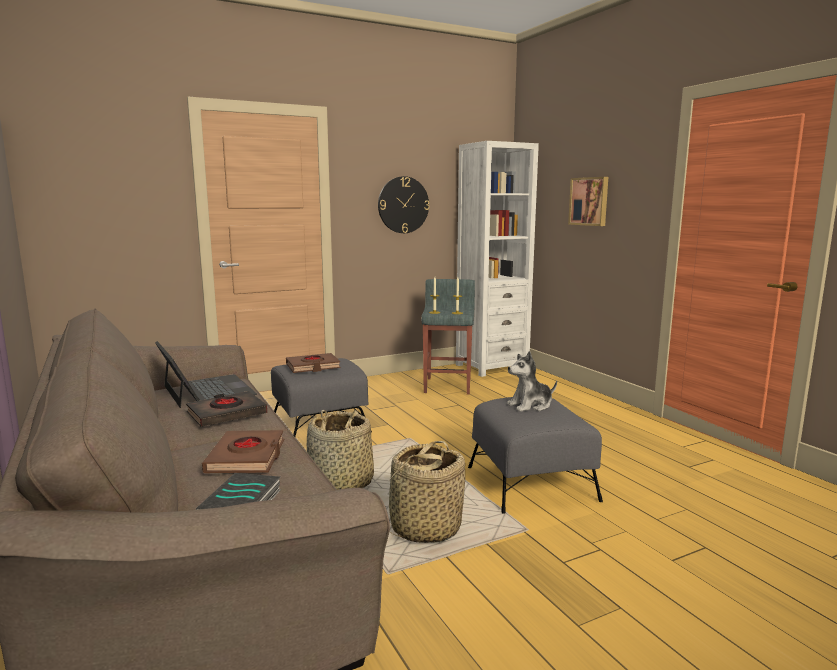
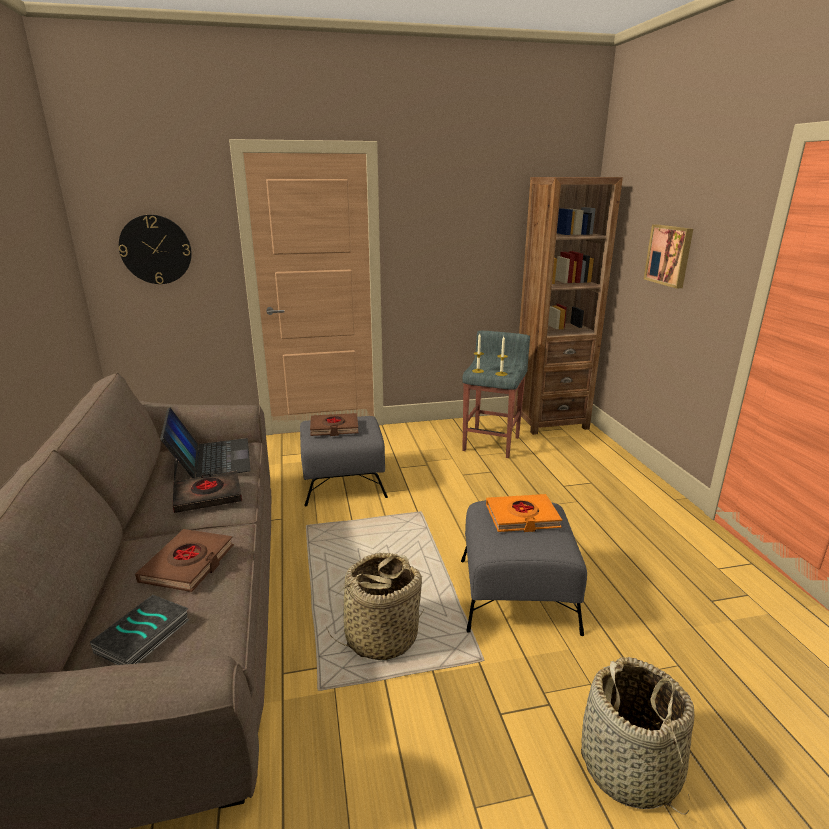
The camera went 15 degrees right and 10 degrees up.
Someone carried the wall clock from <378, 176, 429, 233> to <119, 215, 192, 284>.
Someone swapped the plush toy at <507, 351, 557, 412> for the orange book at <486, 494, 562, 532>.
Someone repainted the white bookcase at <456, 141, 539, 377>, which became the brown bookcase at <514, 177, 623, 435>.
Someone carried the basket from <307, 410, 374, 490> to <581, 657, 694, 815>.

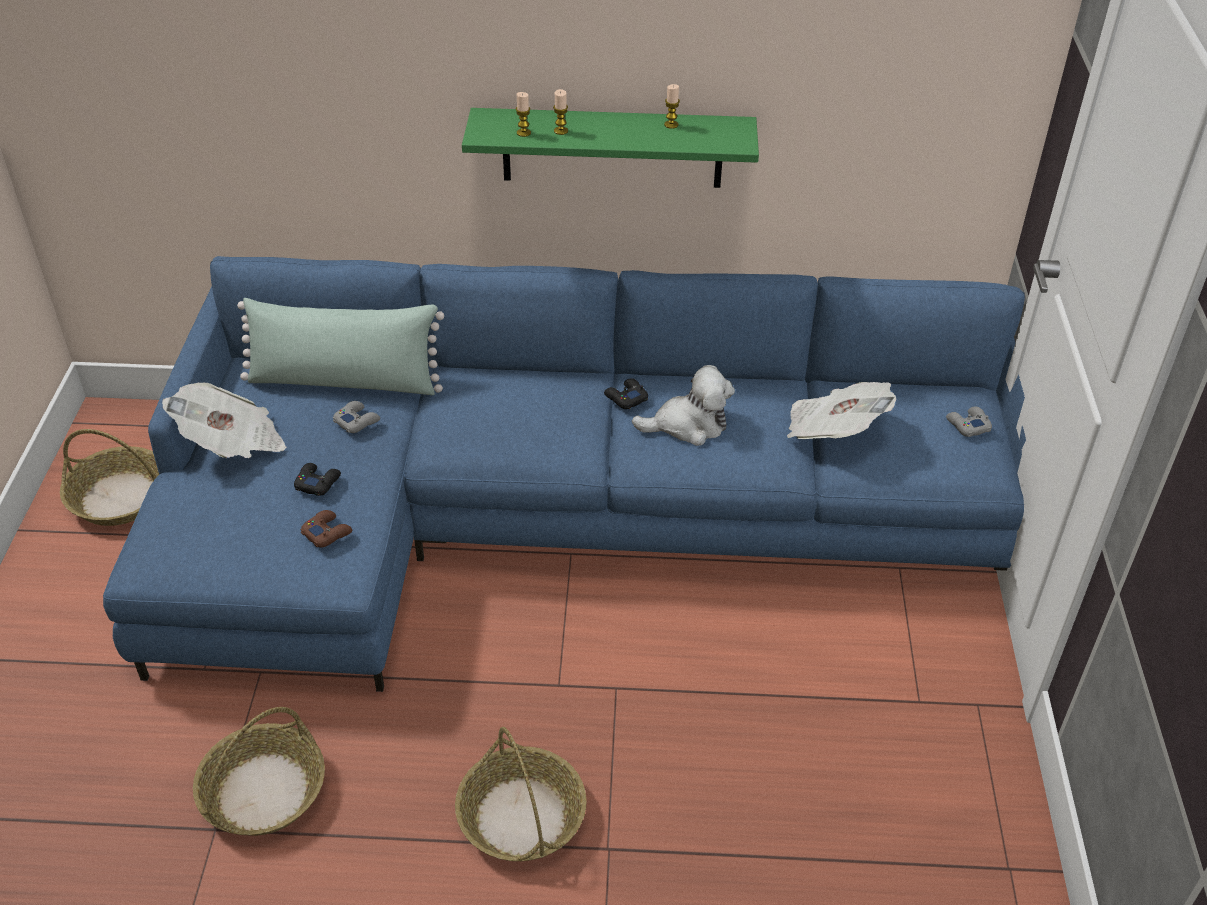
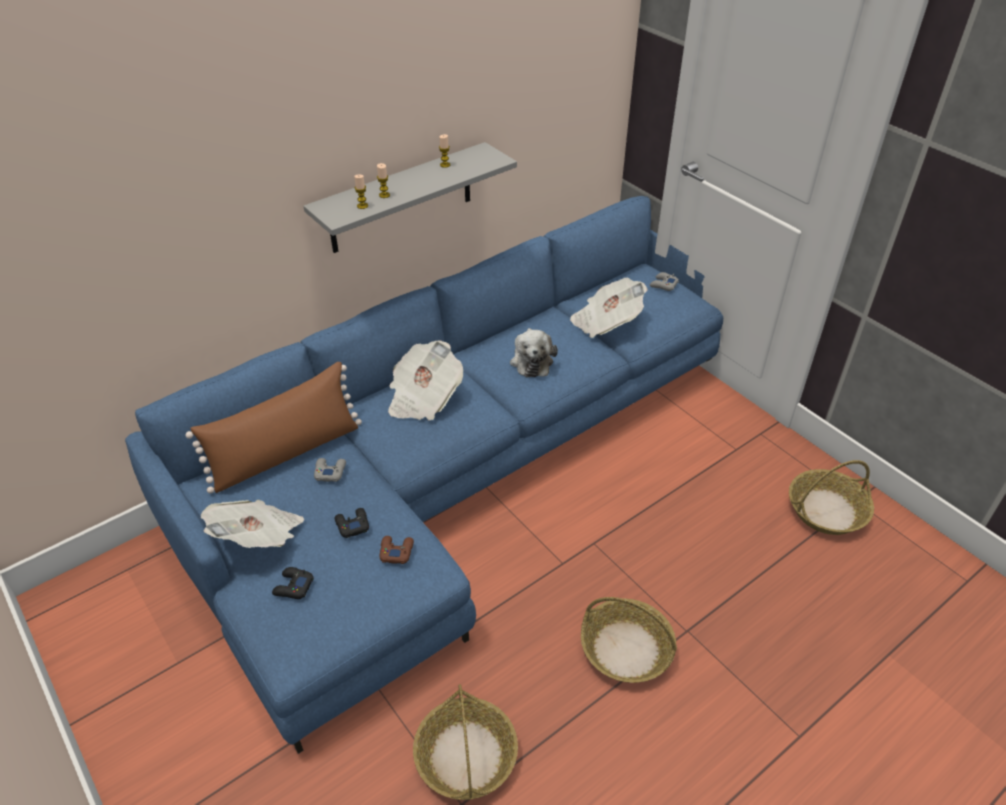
The camera went 40 degrees left and 0 degrees up.
Someone repainted the green pillow at <237, 298, 444, 395>, which became the brown pillow at <186, 362, 362, 494>.
Someone carried the black game controller from <604, 378, 648, 409> to <272, 567, 314, 599>.
Someone repainted the green shelf at <462, 108, 759, 188>, which became the grey shelf at <303, 142, 517, 253>.
Someone put down the newspaper at <388, 340, 463, 420>.
Someone rotated the plush toy at <632, 365, 735, 446> by 135 degrees clockwise.
Someone carried the basket from <60, 429, 159, 526> to <789, 460, 874, 535>.

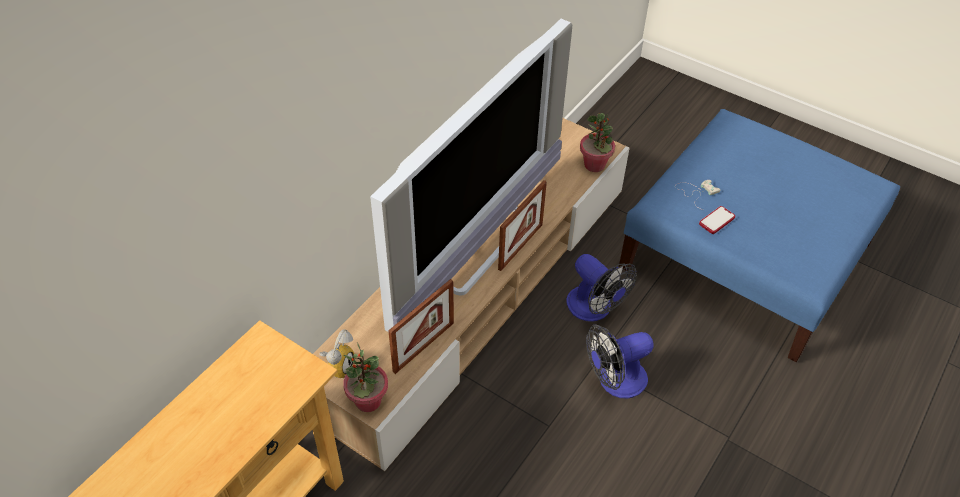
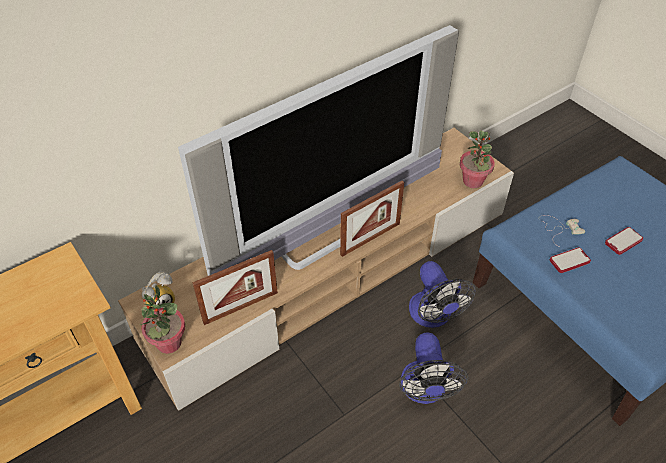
The camera went 20 degrees right and 0 degrees up.
Someone rotated the fan at <586, 324, 654, 399> by 90 degrees counterclockwise.
Someone put down the phone at <605, 227, 643, 255>.

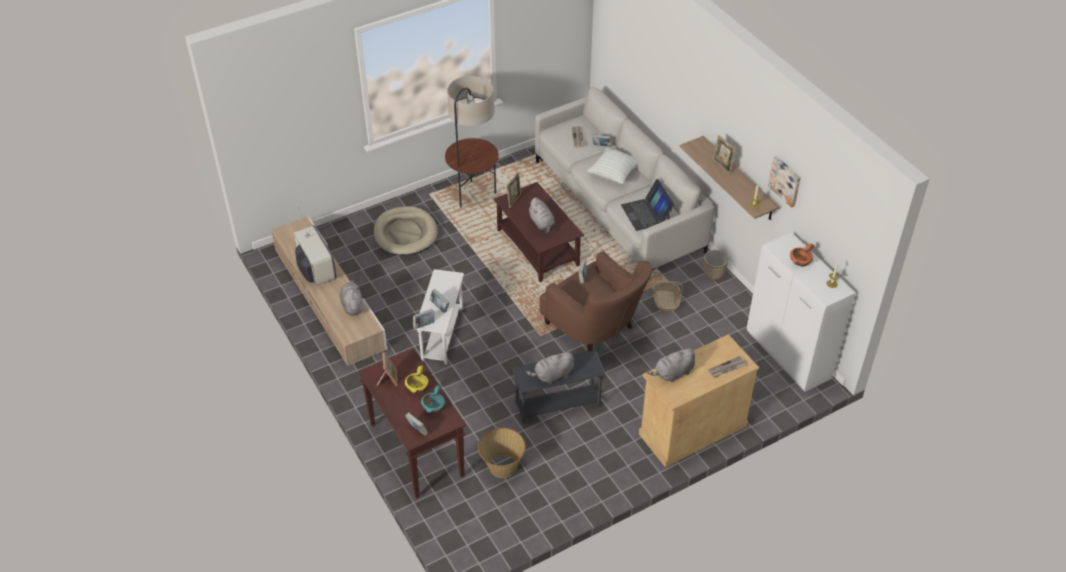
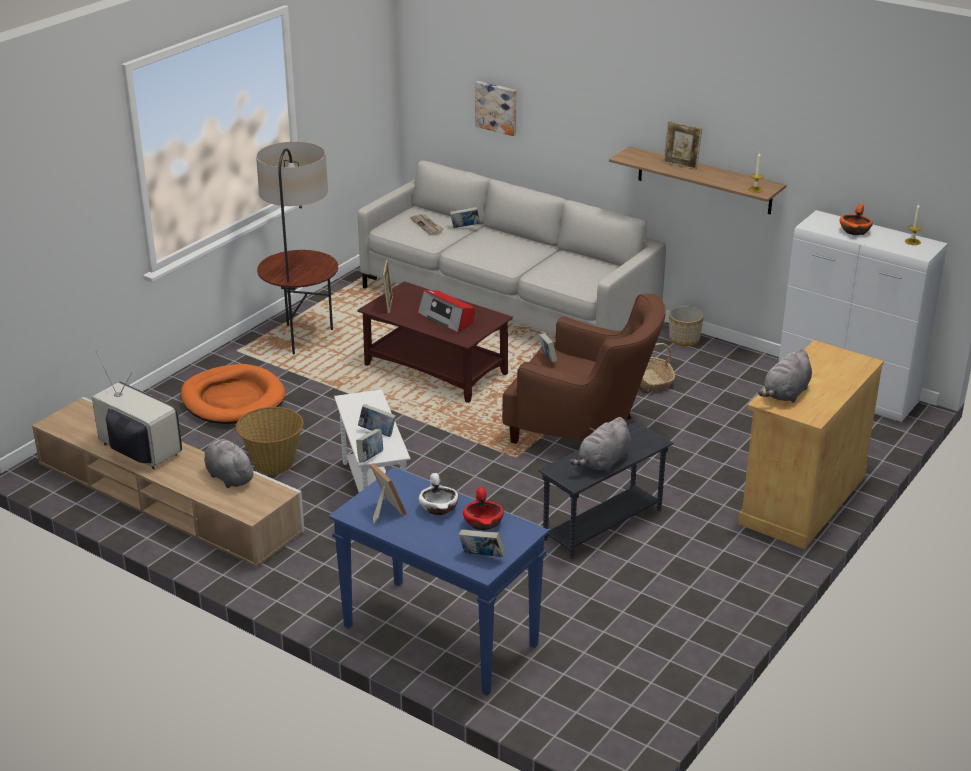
The camera went 25 degrees left and 15 degrees down.
Someone repainted the beige dog bed at <374, 206, 438, 255>, which became the orange dog bed at <181, 364, 286, 424>.
Someone carried the basket from <478, 428, 526, 478> to <236, 407, 303, 475>.
Someone repainted the brown console table at <357, 348, 466, 499>, which became the blue console table at <329, 467, 549, 696>.
Someone swapped the grey plush toy at <529, 197, 555, 234> for the radio at <418, 290, 475, 332>.
Someone repainted the yellow bowl at <405, 365, 429, 393>, which became the white bowl at <419, 473, 459, 515>.
Someone repainted the turquoise bowl at <421, 385, 446, 413>, which became the red bowl at <463, 487, 504, 531>.
Someone carried the picture from <768, 156, 801, 208> to <475, 81, 517, 136>.
Someone took away the pillow at <587, 148, 638, 184>.
Someone took away the laptop at <621, 179, 674, 231>.
Someone took away the newspaper at <708, 356, 747, 378>.

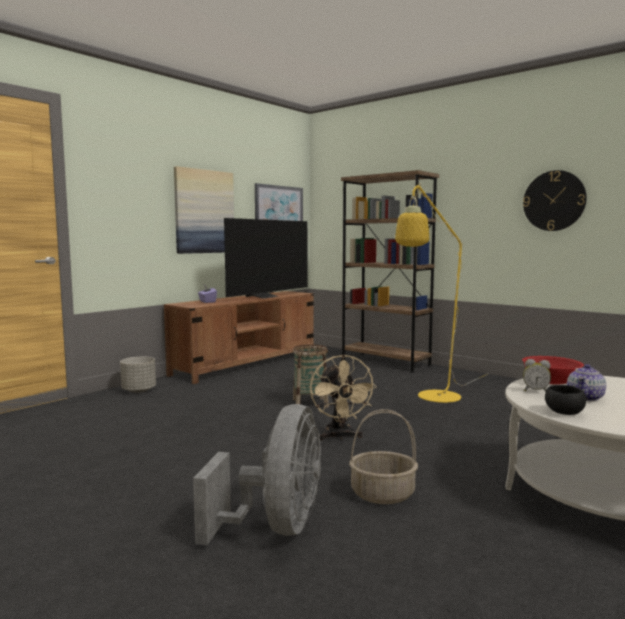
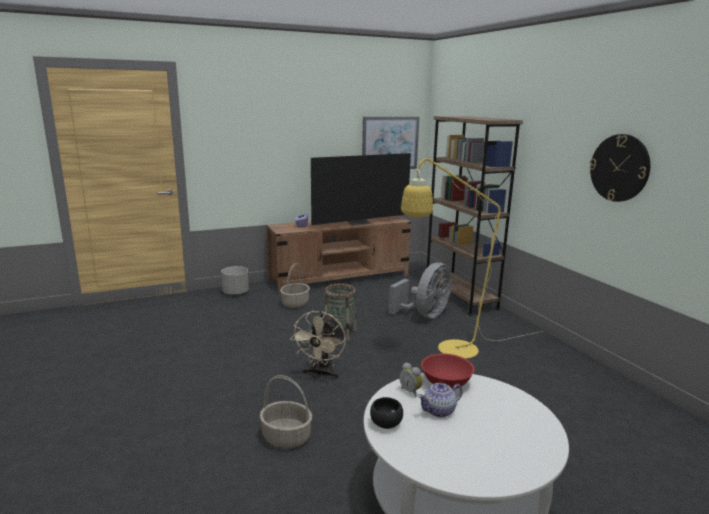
The camera went 25 degrees right and 10 degrees up.
Someone put down the basket at <280, 263, 310, 308>.
Someone carried the grey fan from <193, 404, 321, 545> to <389, 263, 452, 318>.
Someone took away the picture at <174, 166, 234, 254>.

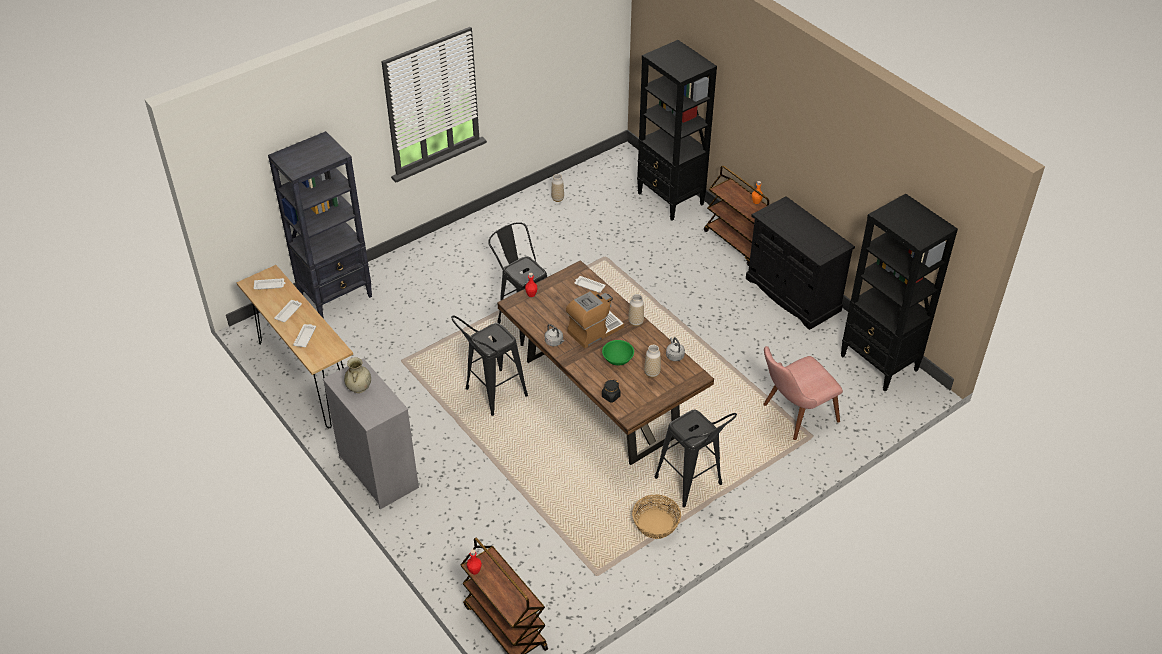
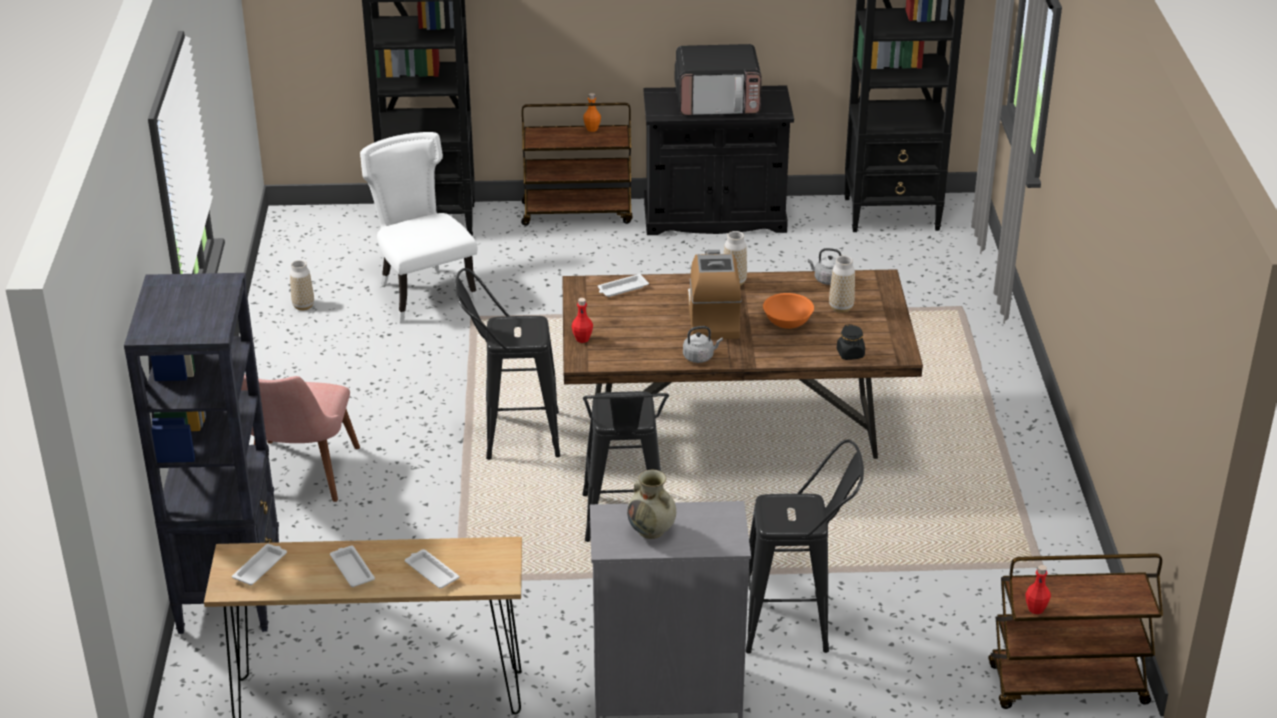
The camera went 55 degrees left and 10 degrees down.
Someone carried the pink chair from <763, 346, 843, 440> to <241, 374, 360, 502>.
Someone put down the white chair at <360, 132, 478, 323>.
Someone put down the microwave at <675, 44, 762, 116>.
Someone carried the black stool from <655, 410, 737, 507> to <746, 439, 864, 654>.
Someone repainted the green bowl at <602, 340, 634, 366>, which became the orange bowl at <763, 293, 814, 329>.
Someone took away the basket at <632, 494, 681, 539>.

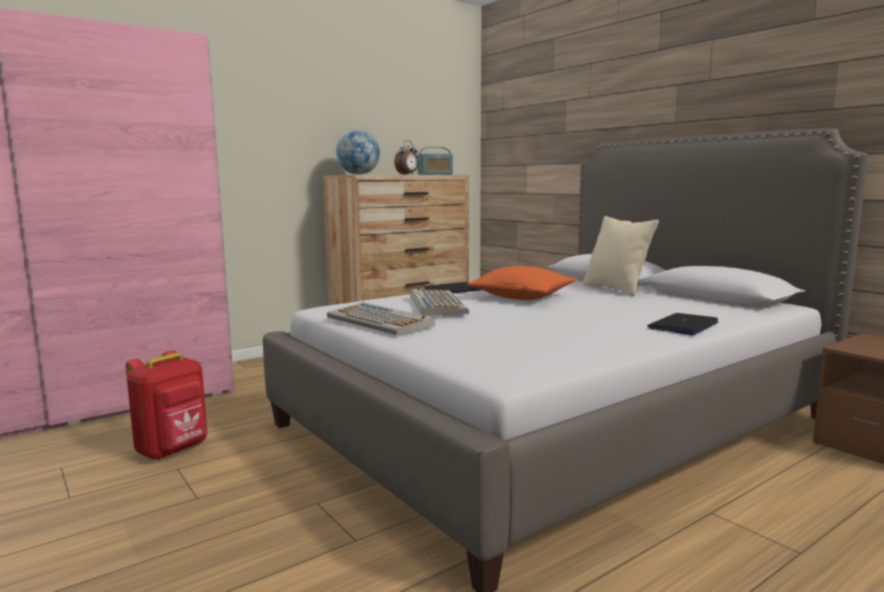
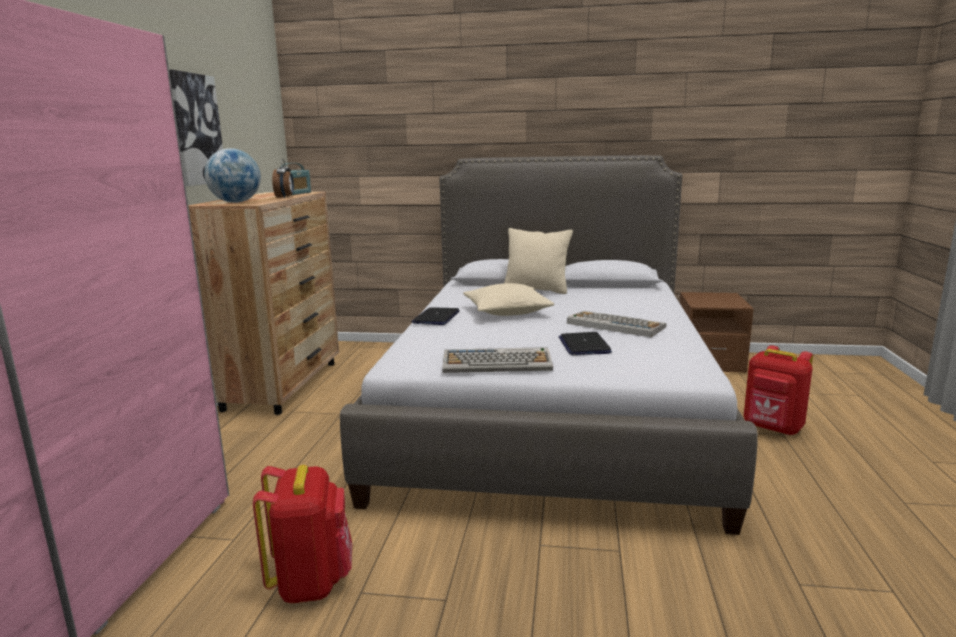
The camera went 45 degrees left and 5 degrees up.
Someone put up the picture at <169, 70, 223, 186>.
Someone repainted the orange pillow at <467, 266, 577, 300>, which became the beige pillow at <463, 283, 554, 316>.
Someone carried the laptop from <647, 313, 719, 335> to <558, 332, 612, 355>.
Someone carried the keyboard from <410, 289, 469, 316> to <567, 311, 667, 338>.
Someone put down the red backpack at <744, 345, 813, 435>.

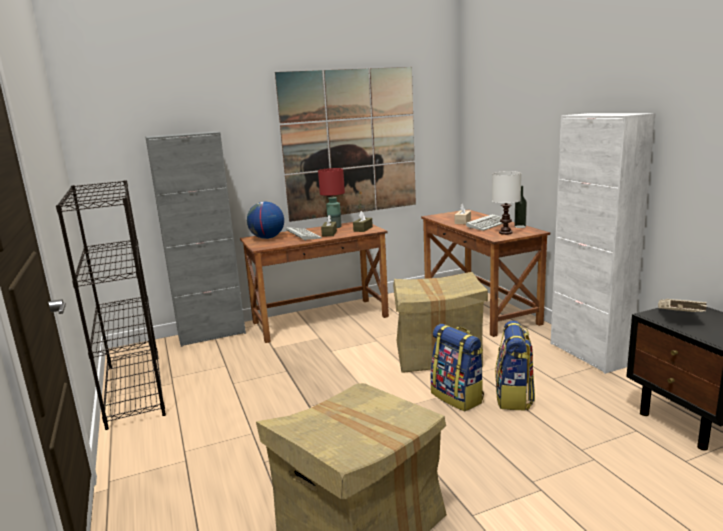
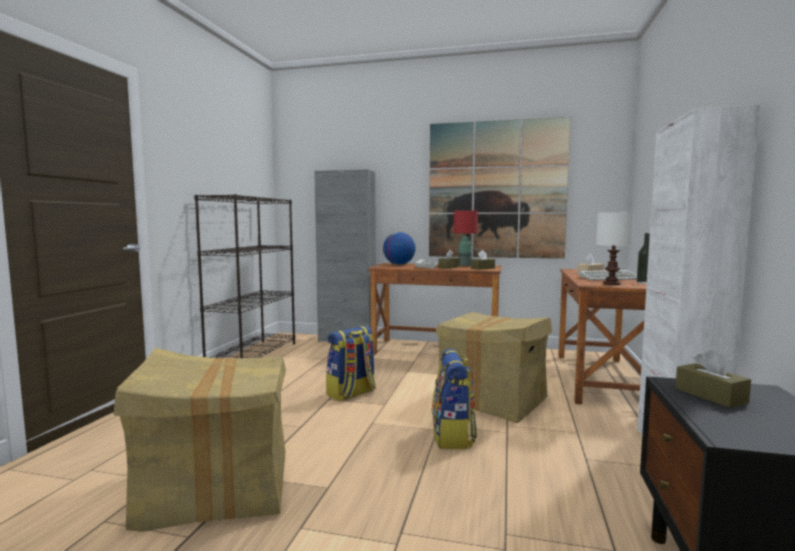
The camera went 35 degrees right and 10 degrees down.
Someone carried the backpack from <495, 321, 535, 410> to <326, 326, 376, 401>.
Someone swapped the beige book at <658, 299, 707, 312> for the brown tissue box at <676, 350, 751, 408>.

